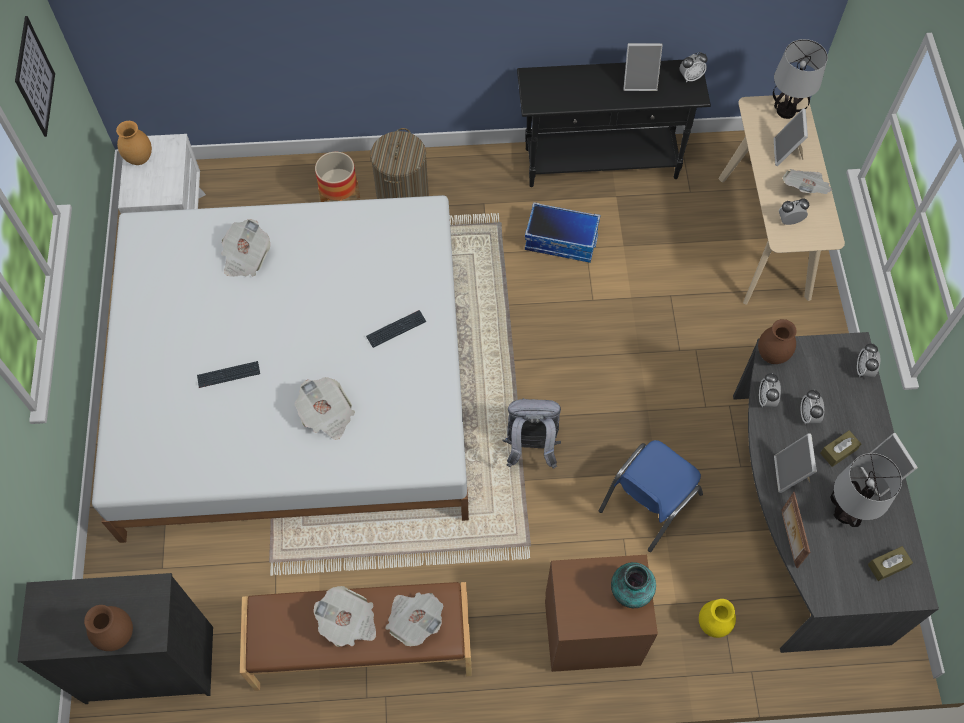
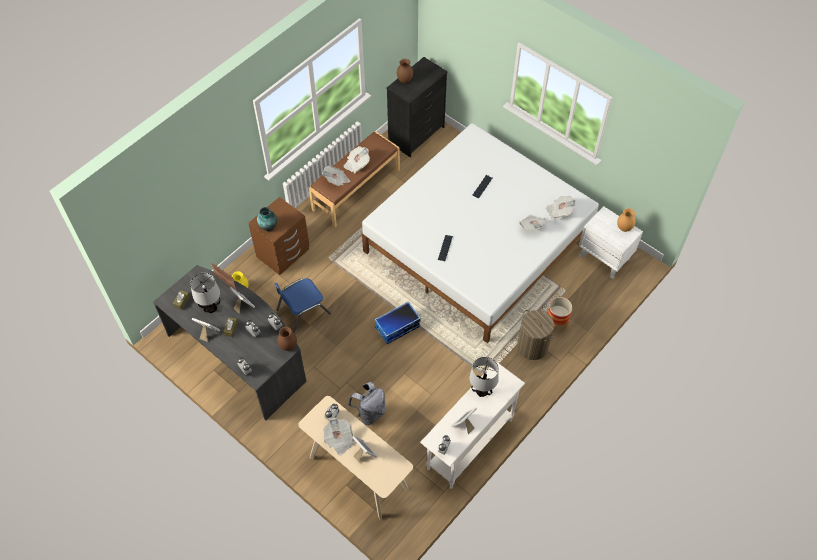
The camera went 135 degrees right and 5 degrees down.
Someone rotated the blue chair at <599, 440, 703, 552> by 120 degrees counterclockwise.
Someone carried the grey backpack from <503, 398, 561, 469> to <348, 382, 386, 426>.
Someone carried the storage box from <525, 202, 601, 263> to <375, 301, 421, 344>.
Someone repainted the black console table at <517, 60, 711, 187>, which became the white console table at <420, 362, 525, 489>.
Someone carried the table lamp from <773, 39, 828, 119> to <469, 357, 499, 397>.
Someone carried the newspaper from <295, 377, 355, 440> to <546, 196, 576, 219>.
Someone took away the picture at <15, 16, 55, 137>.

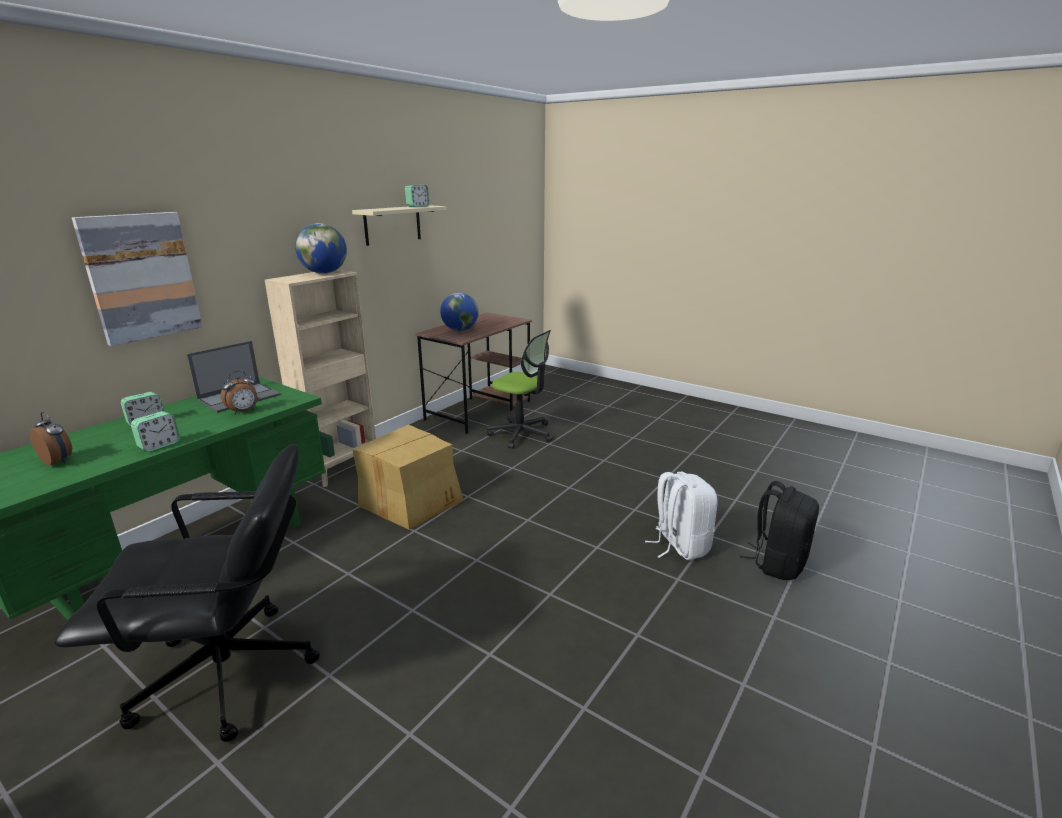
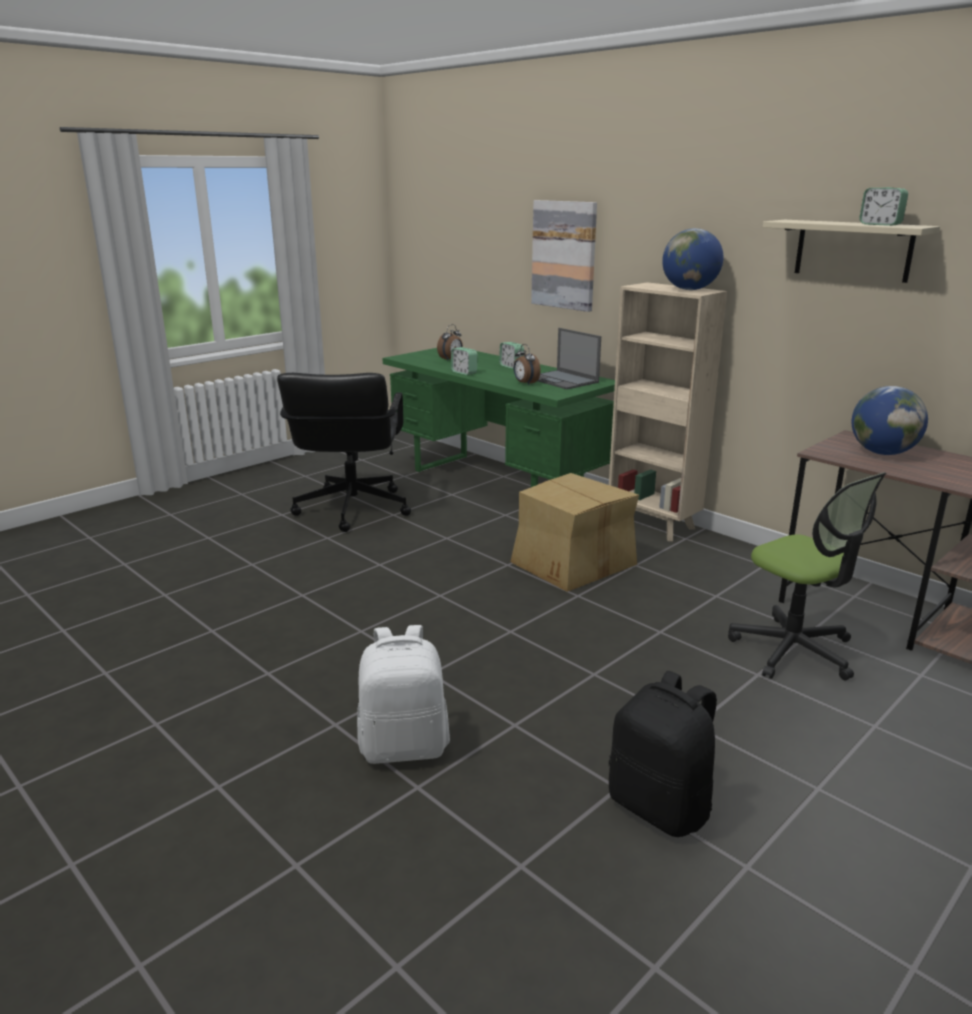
The camera went 100 degrees right and 0 degrees up.
Someone carried the black backpack from <740, 481, 819, 580> to <609, 671, 717, 837>.
Someone rotated the office chair at <487, 330, 553, 449> by 75 degrees counterclockwise.

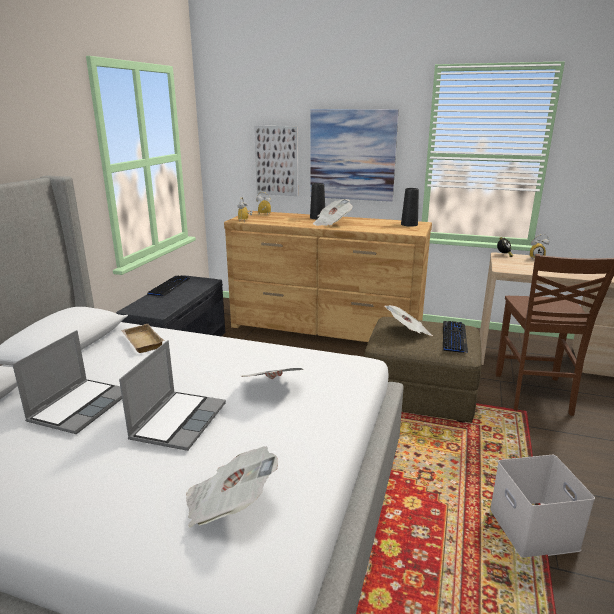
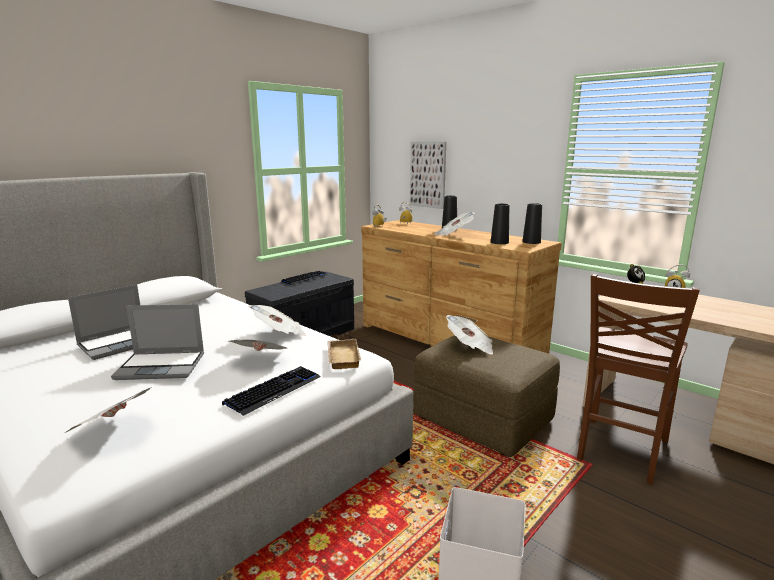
The camera went 25 degrees right and 5 degrees down.
Someone rotated the laptop at <119, 340, 226, 451> by 45 degrees clockwise.
Someone carried the keyboard from <443, 321, 468, 353> to <222, 366, 321, 416>.
Someone put down the newspaper at <248, 305, 307, 336>.
Someone carried the beige tray from <121, 324, 165, 353> to <327, 339, 361, 369>.
Someone put down the black vase at <491, 204, 509, 244>.
Someone took away the picture at <310, 109, 398, 202>.

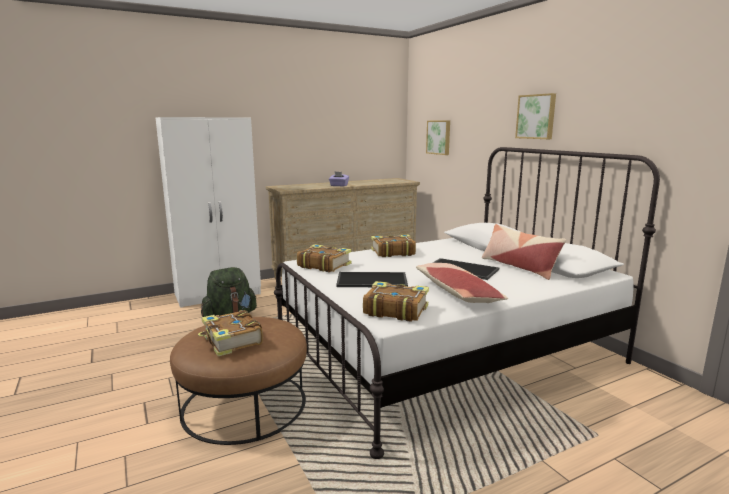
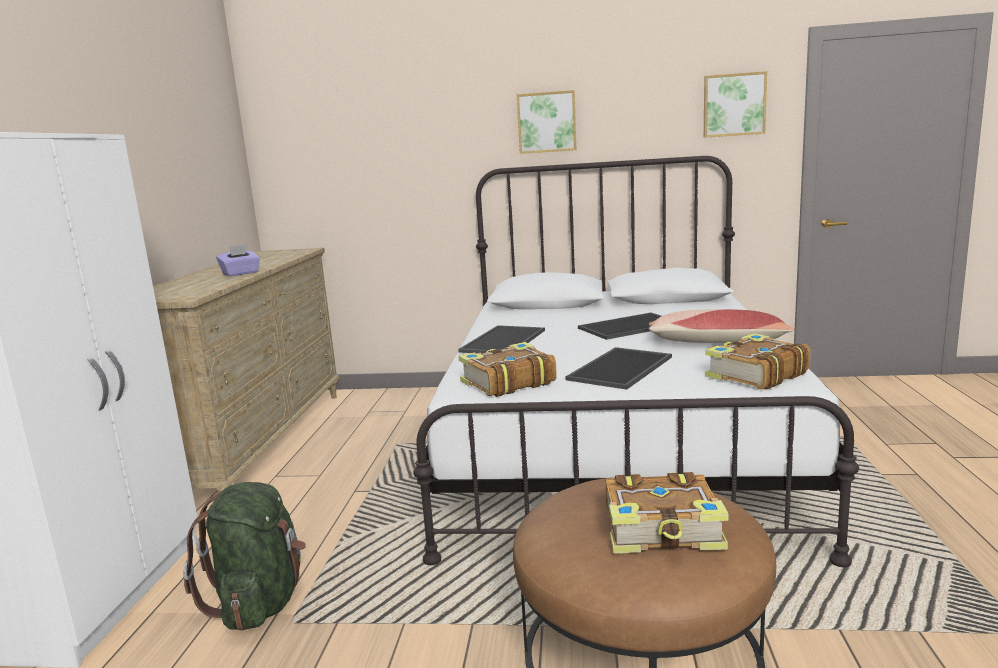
The camera went 55 degrees left and 0 degrees up.
Someone swapped the book at <371, 234, 416, 257> for the tray at <458, 325, 545, 354>.
Someone carried the picture from <426, 121, 450, 155> to <704, 71, 767, 138>.
Someone took away the pillow at <482, 224, 566, 280>.

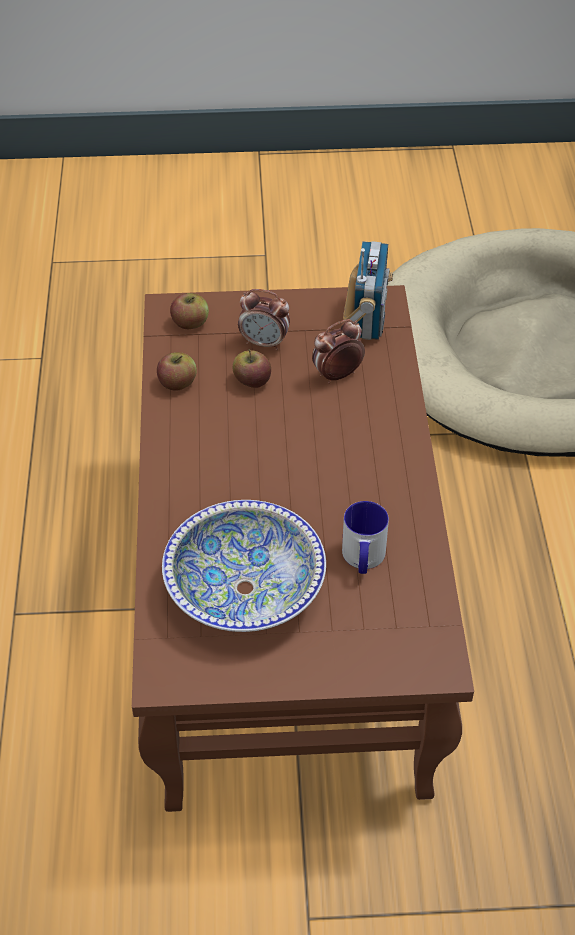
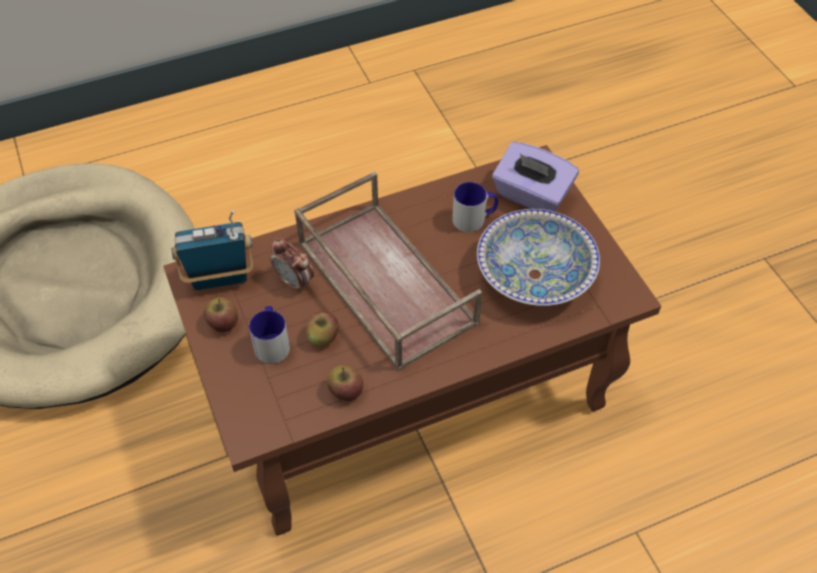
The camera went 110 degrees left and 5 degrees up.
Someone carried the apple from <170, 293, 209, 329> to <204, 298, 238, 332>.
Someone swapped the alarm clock at <238, 289, 290, 350> for the mug at <249, 306, 290, 364>.
Someone put down the brown tray at <294, 172, 482, 371>.
Someone put down the purple tissue box at <492, 142, 579, 212>.

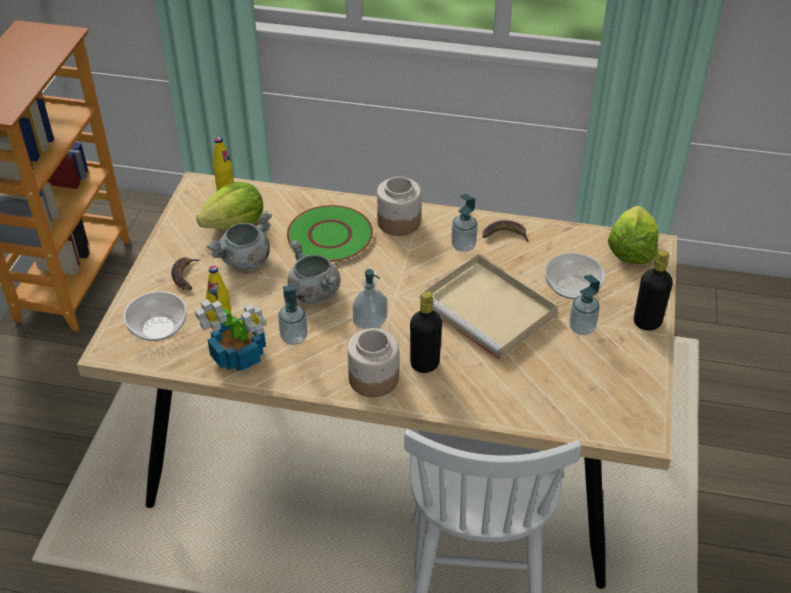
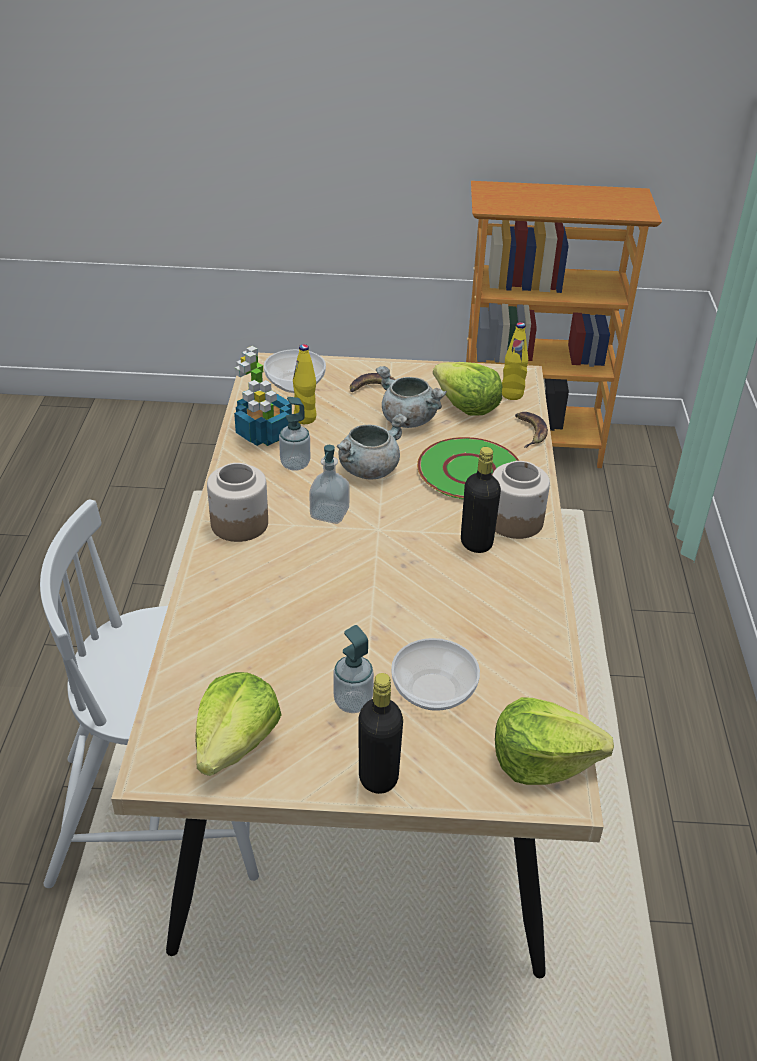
The camera went 80 degrees right and 5 degrees down.
Someone put down the lettuce at <195, 672, 282, 776>.
Someone carried the black bottle from <410, 291, 442, 373> to <461, 447, 501, 553>.
Someone carried the banana from <482, 220, 529, 242> to <515, 412, 548, 448>.
Someone took away the beige tray at <419, 254, 558, 360>.
Someone took away the soap dispenser at <451, 194, 478, 252>.

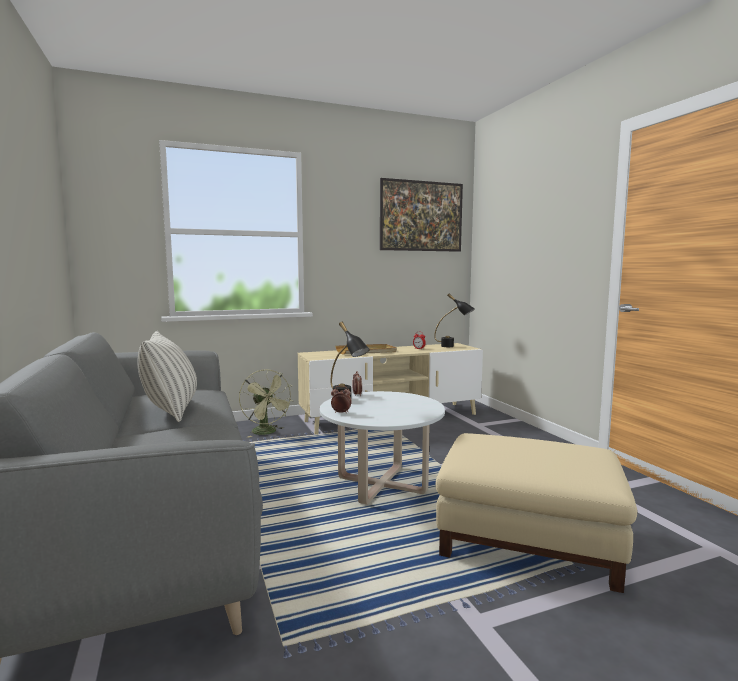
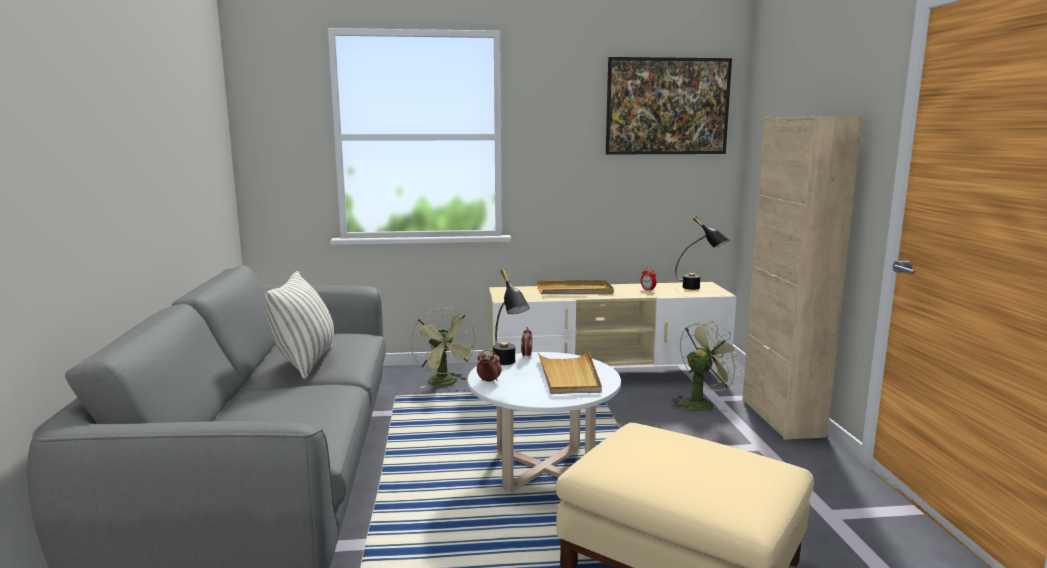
The camera went 15 degrees right and 5 degrees up.
Someone put down the beige tray at <537, 350, 602, 394>.
Someone put down the green fan at <671, 321, 743, 412>.
Someone put down the beige cabinet at <742, 116, 862, 440>.

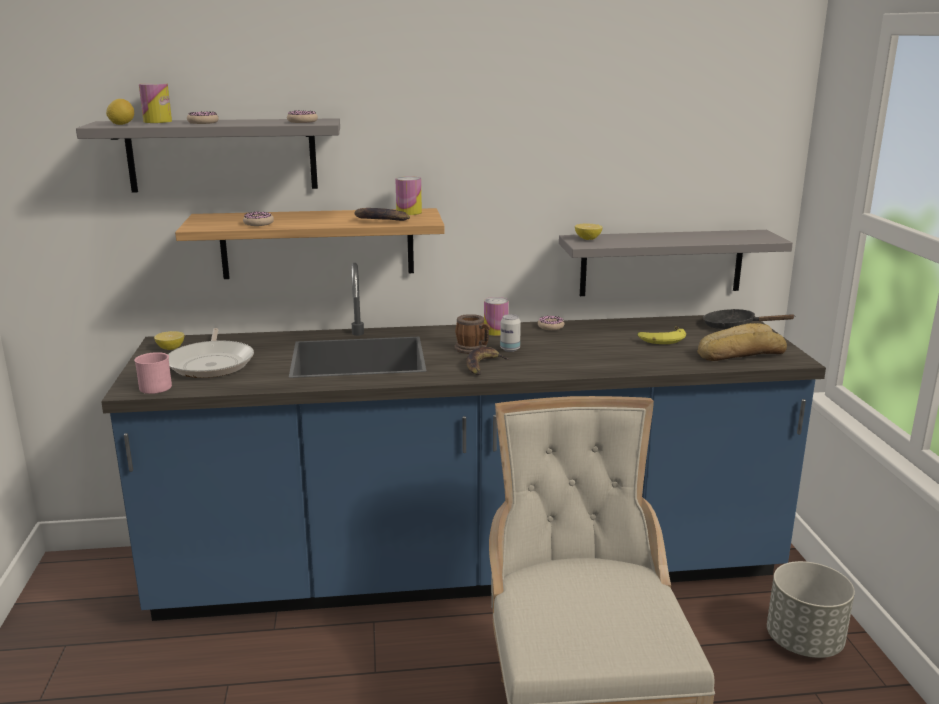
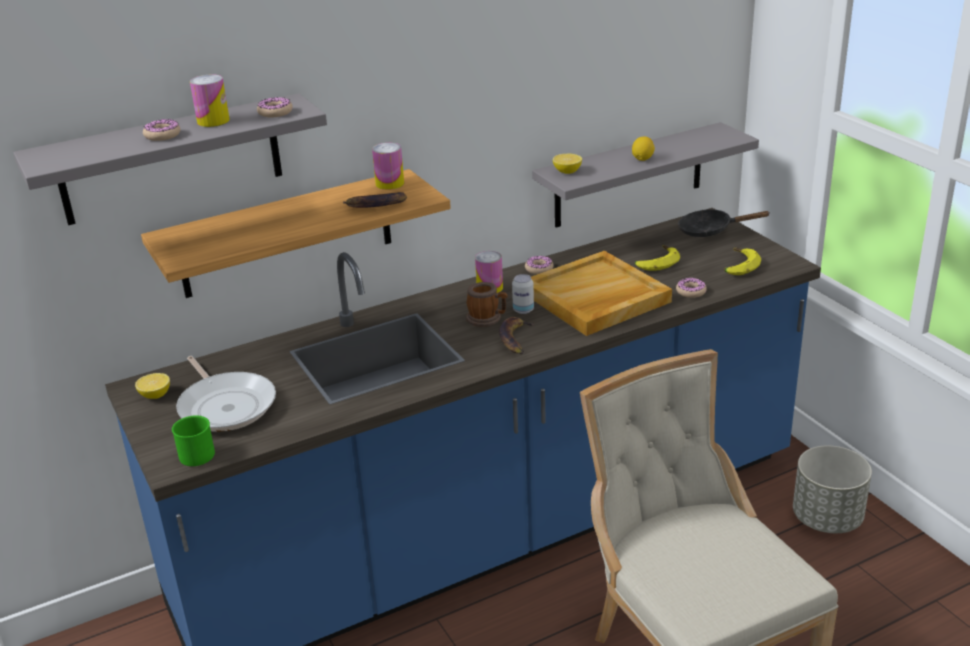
The camera went 20 degrees left and 10 degrees up.
Someone repainted the pink mug at <134, 352, 172, 394>, which became the green mug at <172, 415, 215, 466>.
Someone carried the can from <139, 83, 172, 123> to <190, 74, 230, 127>.
Someone put down the beige tray at <531, 251, 672, 336>.
Someone carried the lemon from <106, 99, 134, 125> to <632, 137, 655, 161>.
Someone carried the donut from <243, 212, 274, 226> to <676, 278, 707, 298>.
Someone swapped the bread at <697, 323, 787, 361> for the banana at <724, 248, 761, 275>.

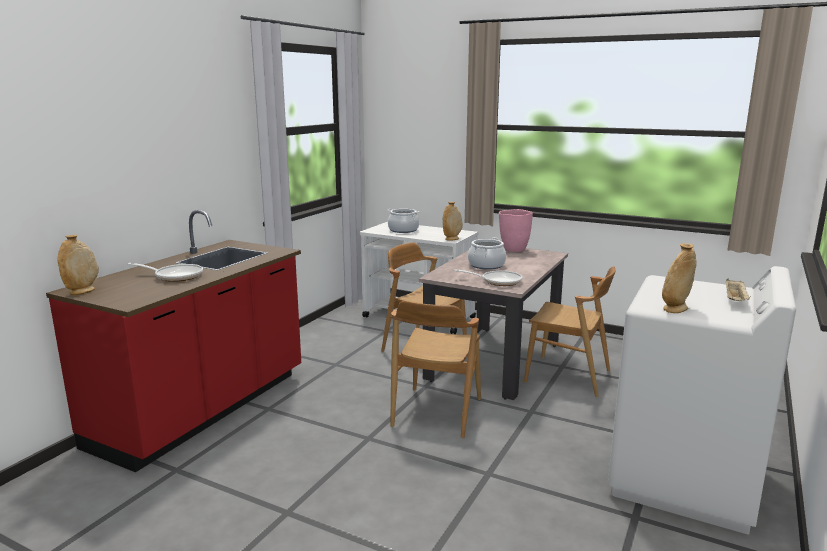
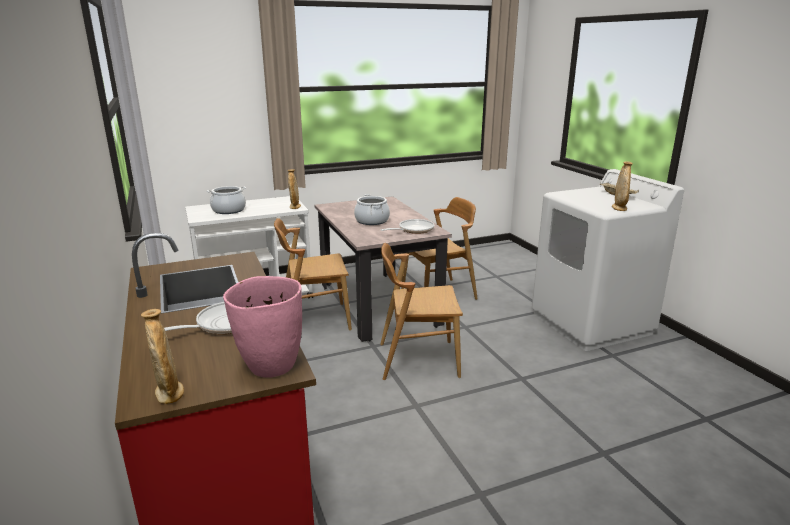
The camera went 50 degrees left and 5 degrees up.
Someone carried the pink vase from <499, 209, 533, 252> to <223, 276, 302, 377>.
Someone rotated the brown chair at <390, 301, 481, 438> by 120 degrees clockwise.

